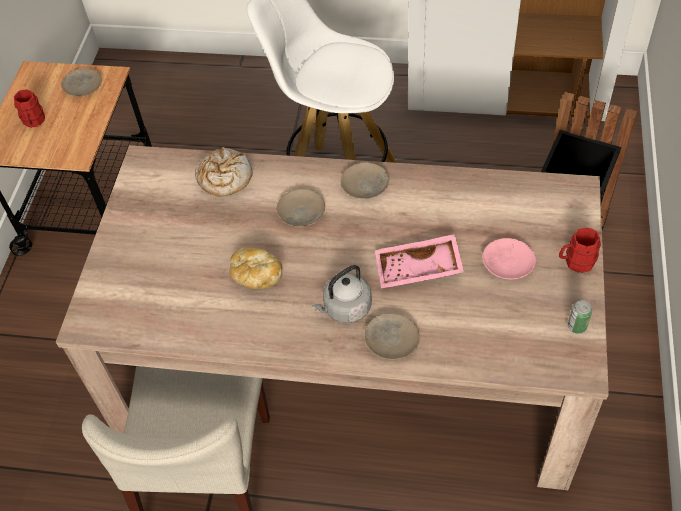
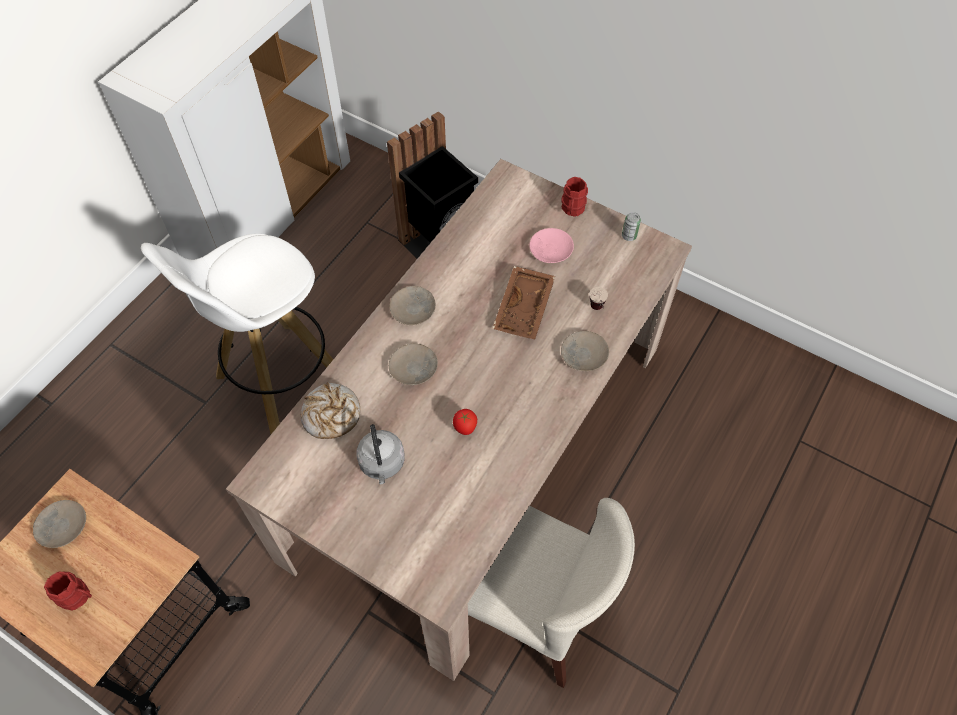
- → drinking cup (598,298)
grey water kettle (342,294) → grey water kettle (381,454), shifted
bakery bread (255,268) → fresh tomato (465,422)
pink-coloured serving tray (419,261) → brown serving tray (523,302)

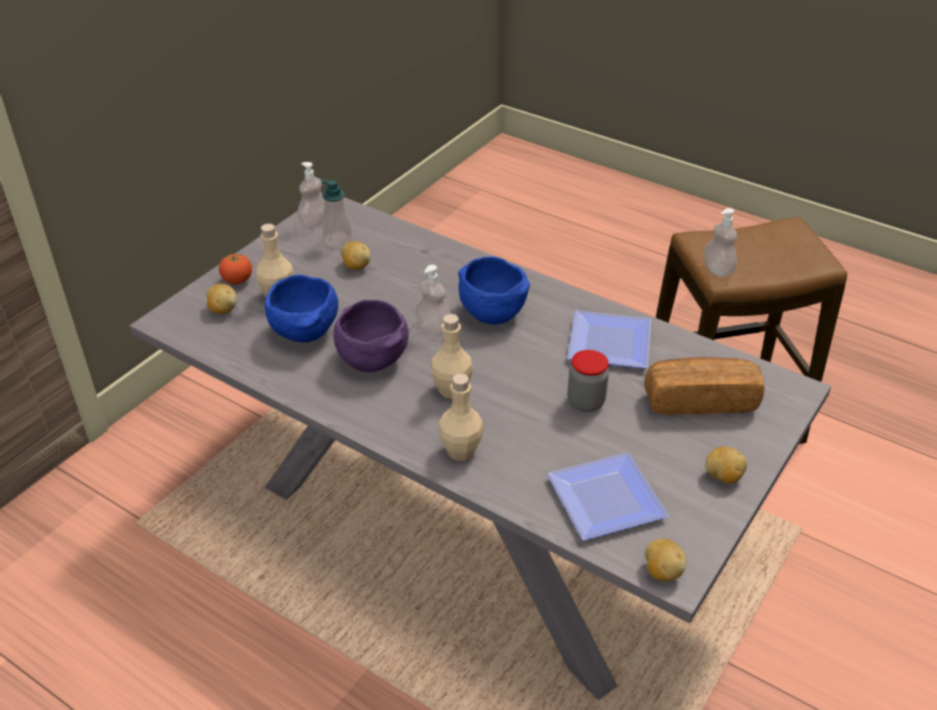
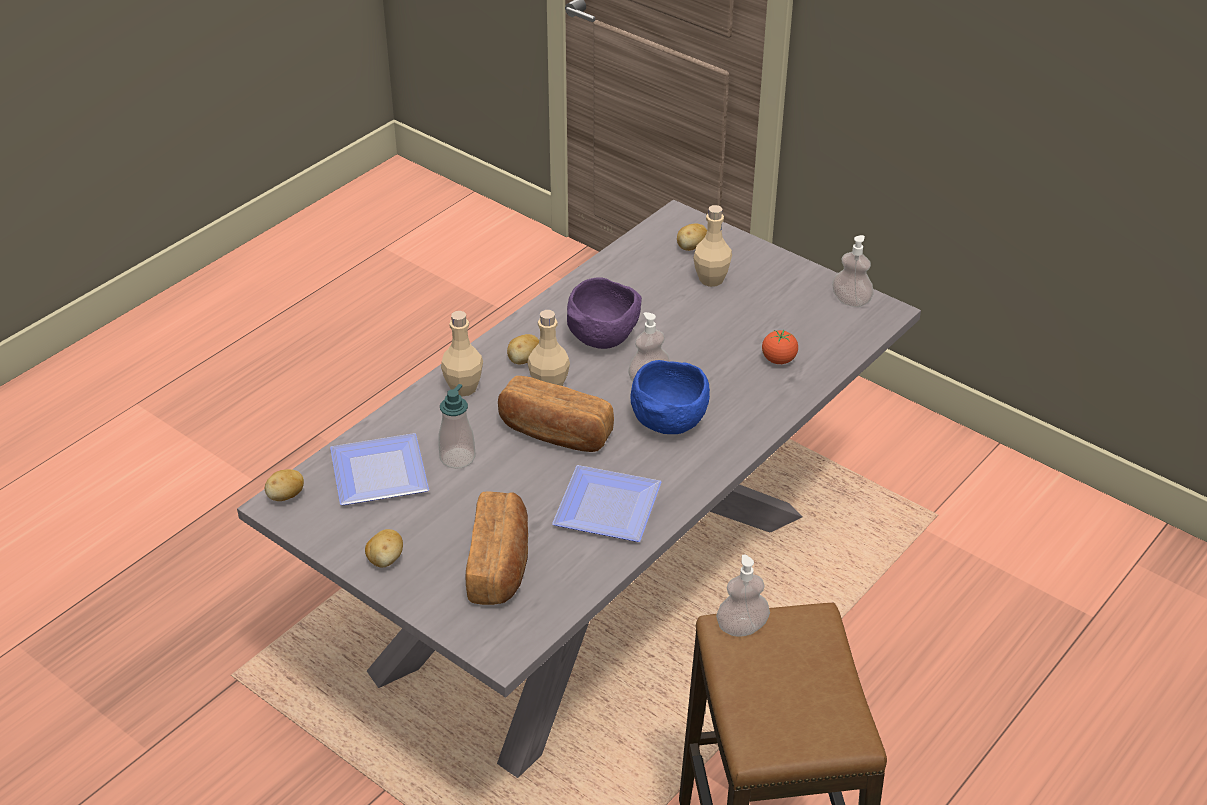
blue-coloured deep dish (301,309) → -
preserve jar (588,381) → -
- → bakery bread (556,414)
fresh tomato (235,269) → fresh tomato (780,347), shifted
soap bottle (337,214) → soap bottle (457,426), shifted
potato (356,255) → potato (523,349), shifted

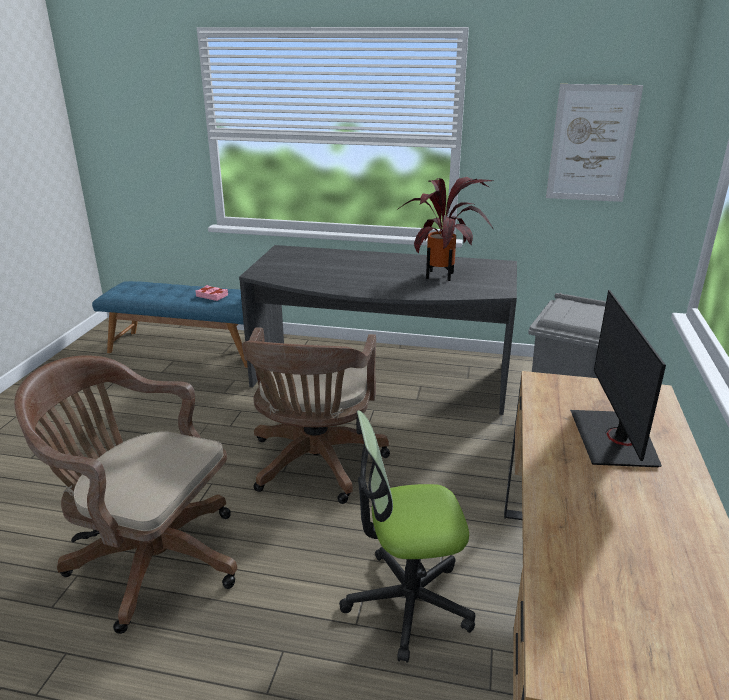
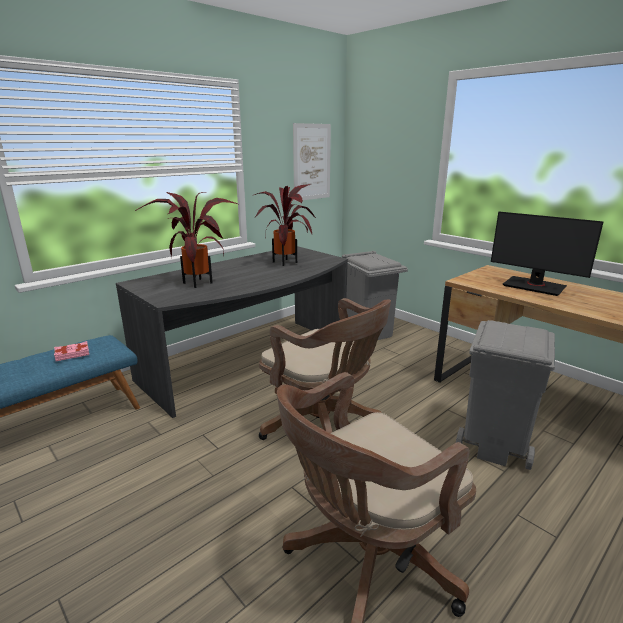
- → houseplant (186,240)
computer chair (407,537) → grey waste bin (505,395)

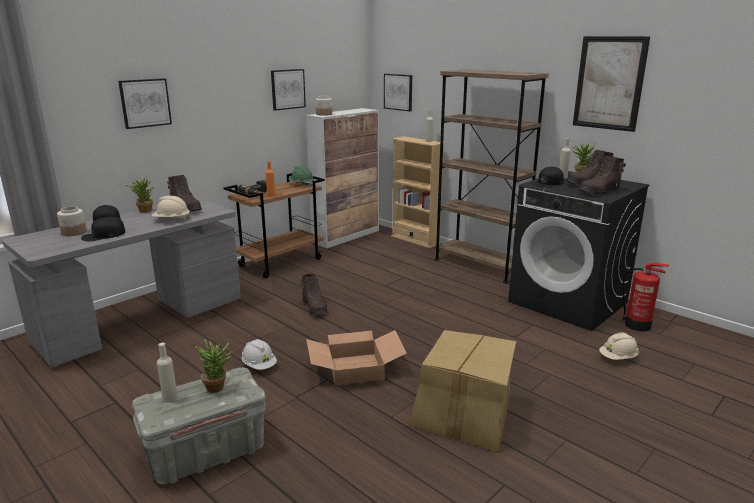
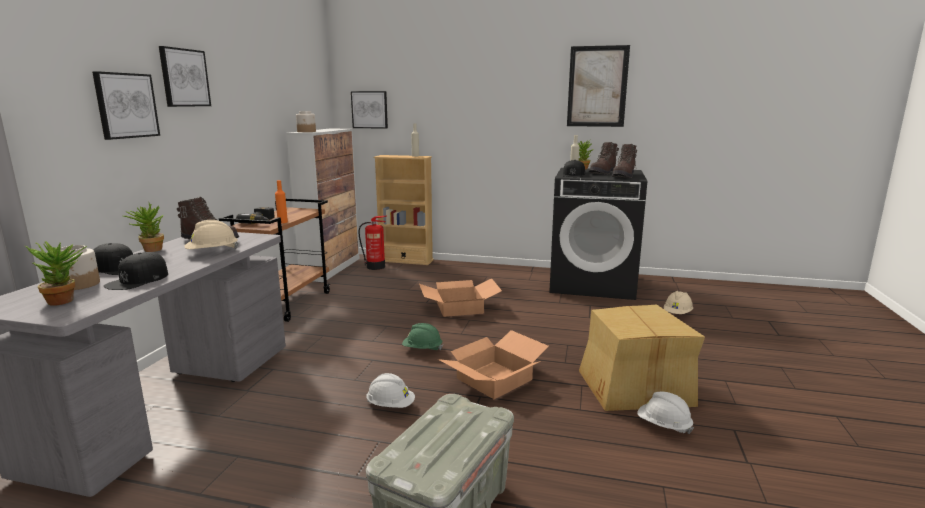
sand-coloured beverage bottle (167,373) → -
brown tall boot (314,295) → -
brown shelving unit (492,176) → -
- → packing box (460,297)
- → white-coloured safety helmet (665,413)
houseplant (215,366) → houseplant (56,273), shifted
picture (288,90) → picture (185,76), shifted
green-coloured safety helmet (301,176) → green-coloured safety helmet (422,336), shifted
fire-fighting cylinder (646,297) → fire-fighting cylinder (372,243), shifted

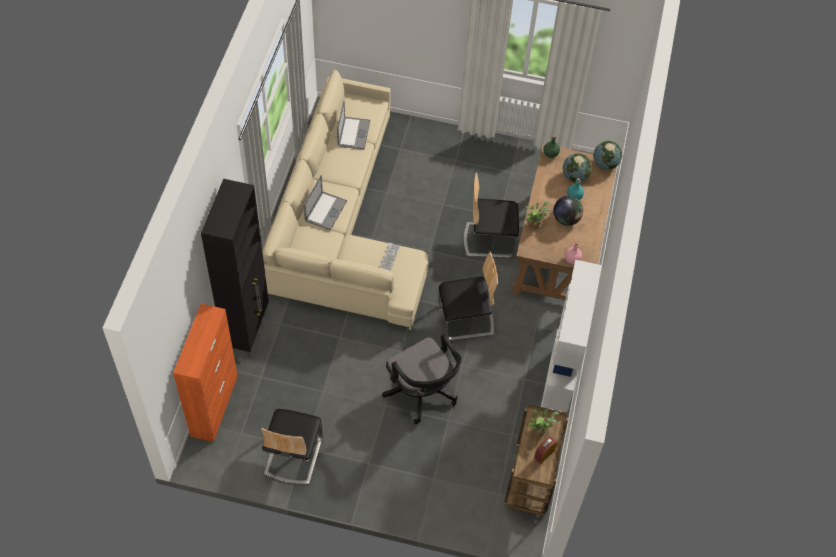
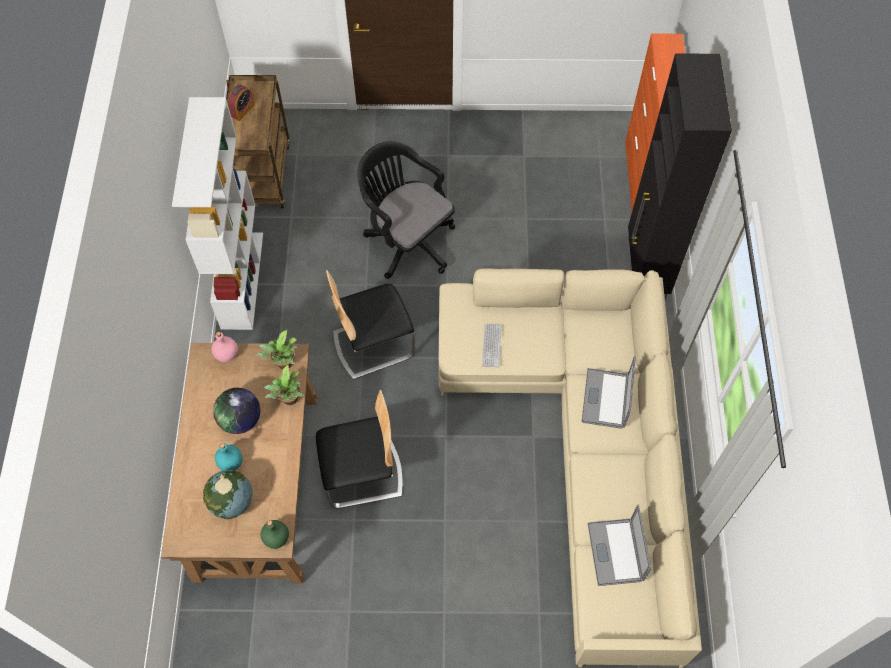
chair (292,446) → -
world globe (607,155) → -
houseplant (544,422) → houseplant (276,349), shifted

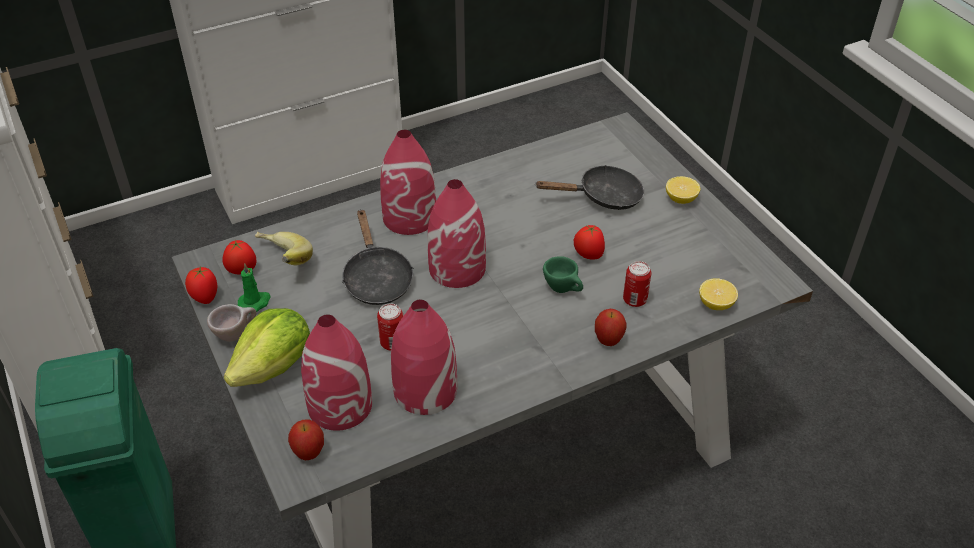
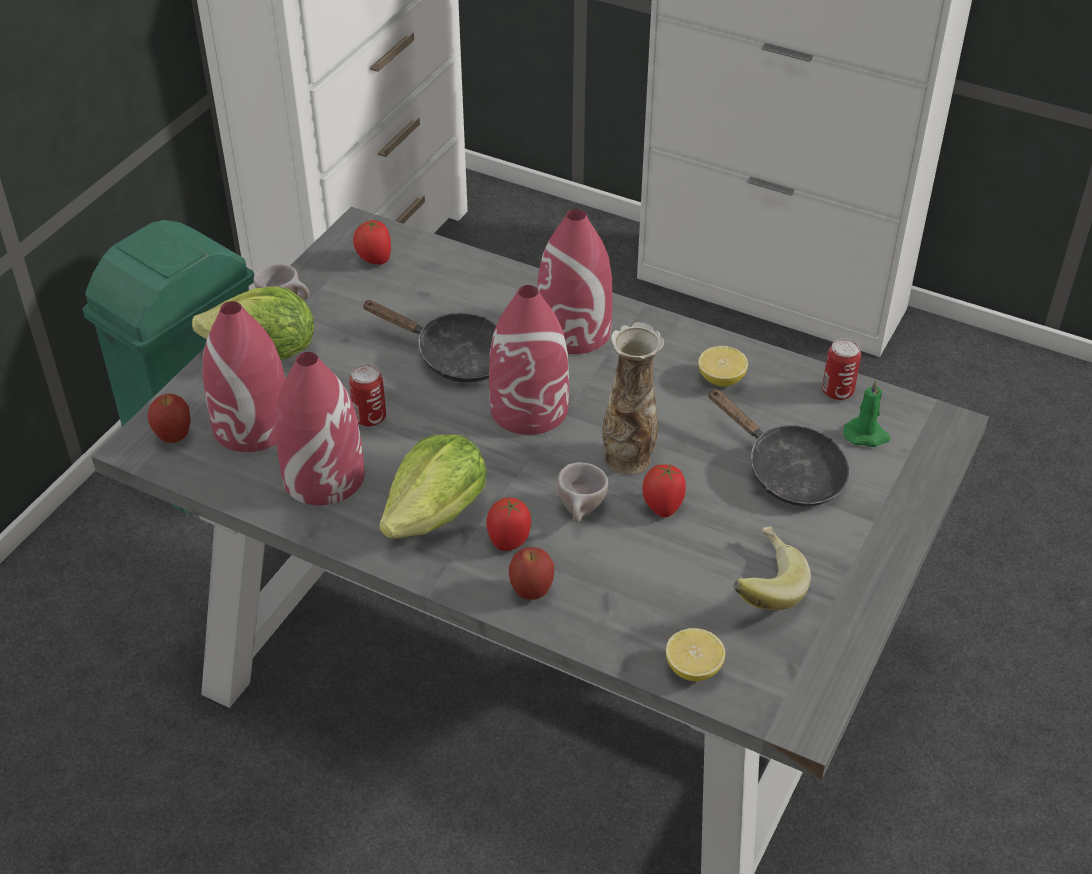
- → head of lettuce (433,486)
- → vase (633,398)
fresh tomato (201,285) → fresh tomato (508,524), shifted
green-coloured wax candle (254,287) → green-coloured wax candle (867,413), shifted
banana (284,248) → banana (772,568), shifted
metal can (637,284) → metal can (841,369), shifted
citrus fruit (683,190) → citrus fruit (723,366), shifted
green-coloured drinking cup (563,274) → sand-coloured drinking cup (582,492)
blackish pan (378,257) → blackish pan (429,341), 105 degrees counterclockwise

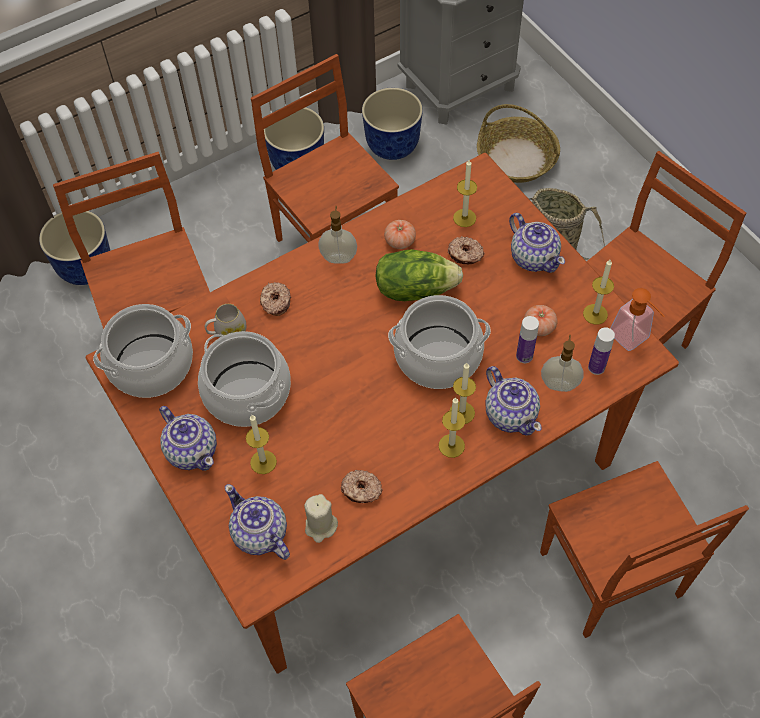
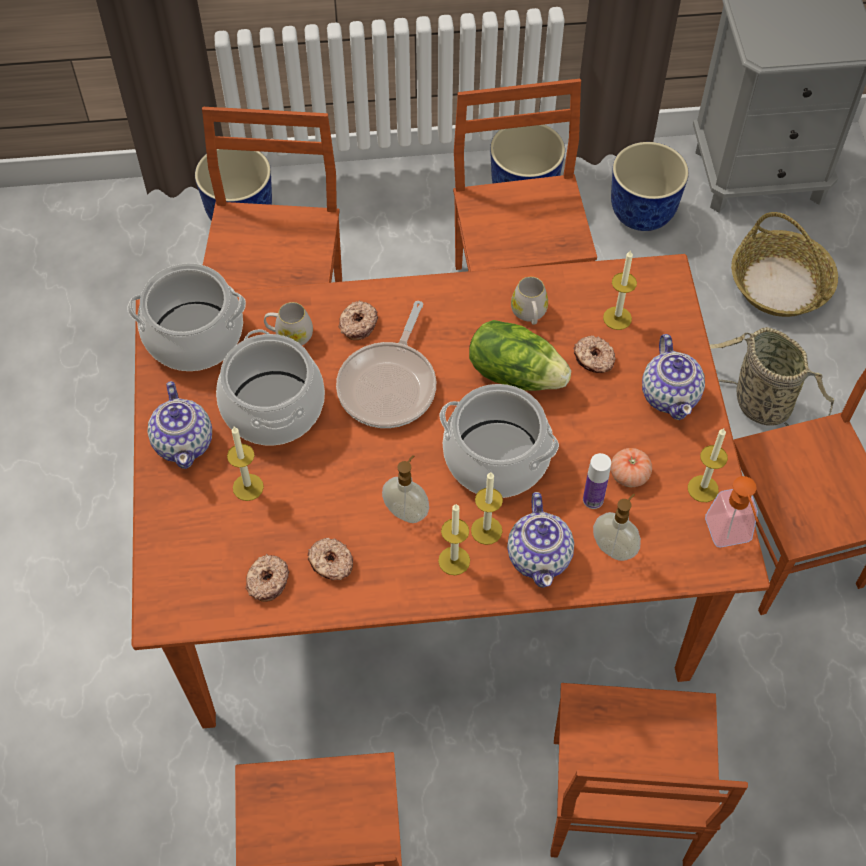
pot for tea (257,522) → -
beverage bottle (601,351) → -
- → pan (386,364)
soap bottle (337,235) → soap bottle (405,489), shifted
sand-coloured wax candle (321,518) → donut (267,578)
fresh tomato (400,234) → white-coloured tea mug (529,301)

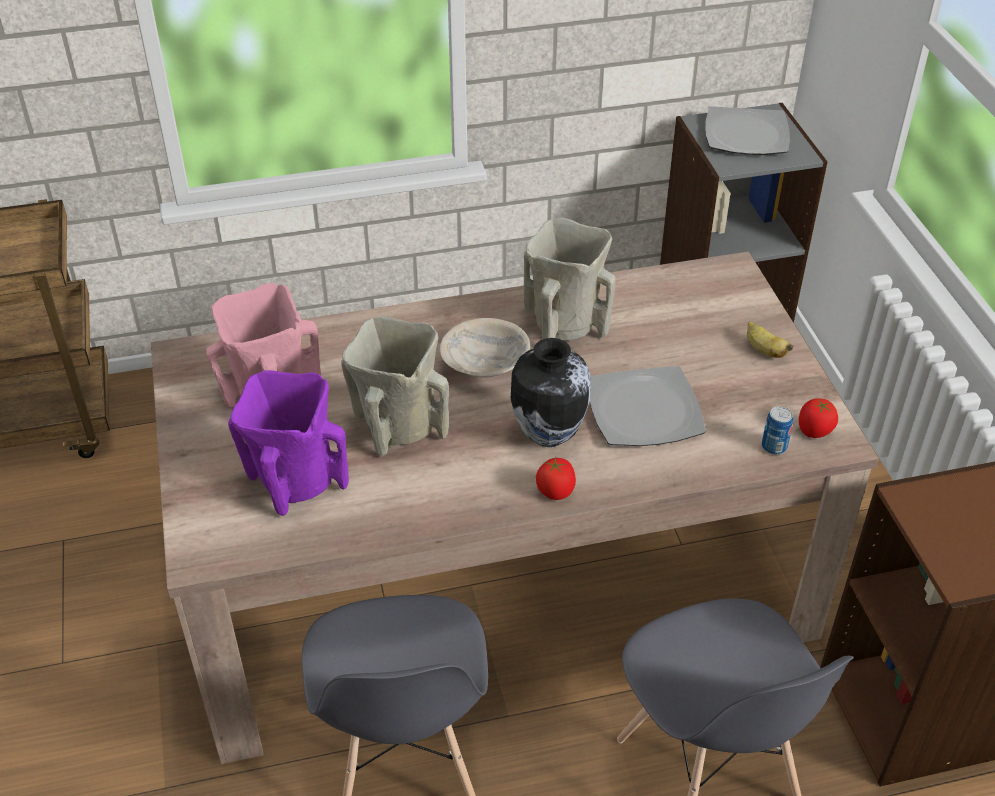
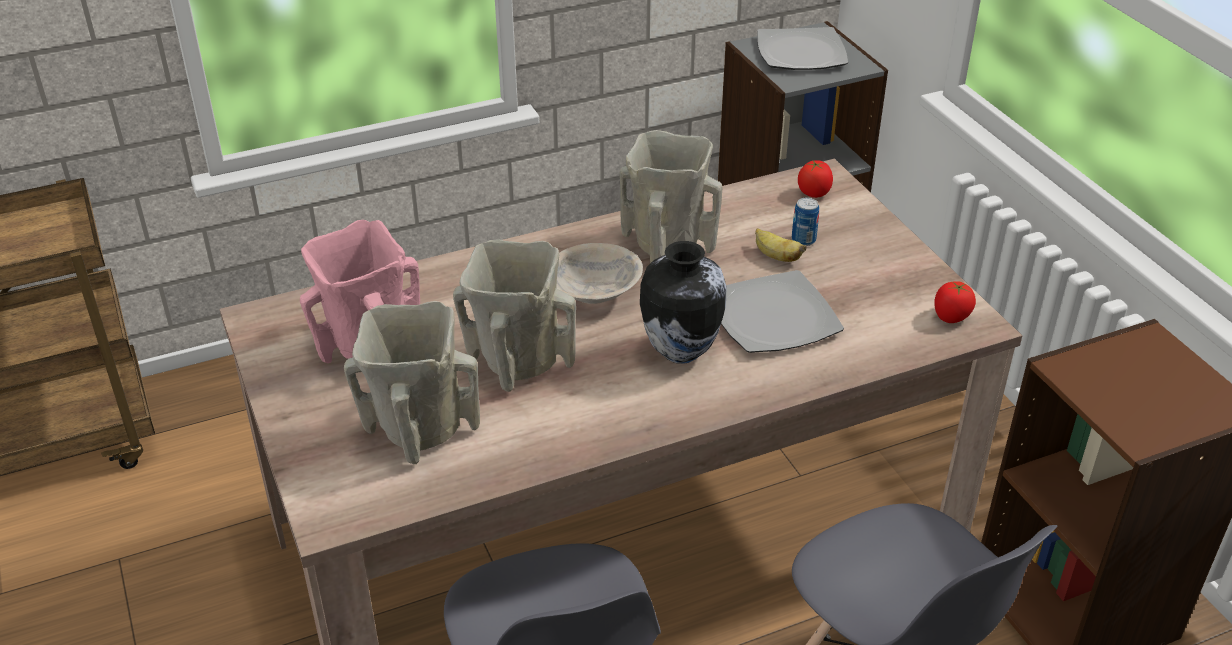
fresh tomato (556,479) → fresh tomato (815,179), shifted
banana (770,339) → banana (781,245), shifted
metal can (777,430) → metal can (805,221), shifted
purplish vase (288,443) → sand-coloured vase (412,382)

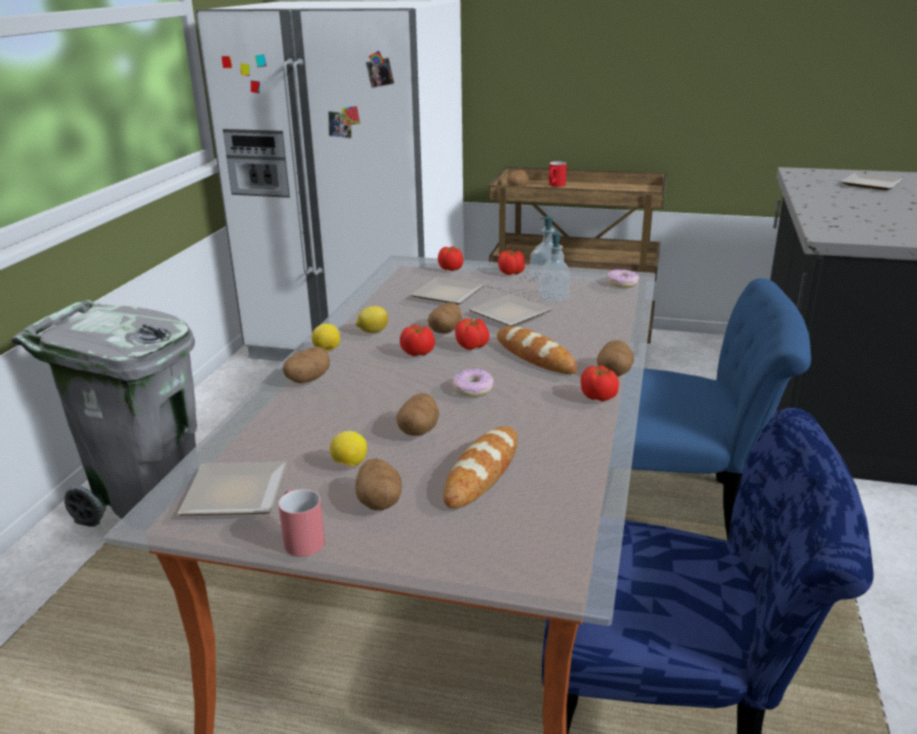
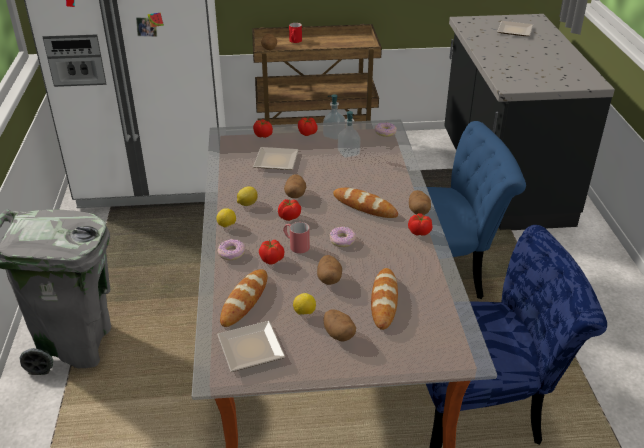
flat dish (510,310) → -
- → bakery bread (243,298)
reddish tea mug (301,523) → reddish tea mug (296,238), shifted
fresh tomato (472,334) → fresh tomato (271,252), shifted
potato (306,365) → donut (232,249)

